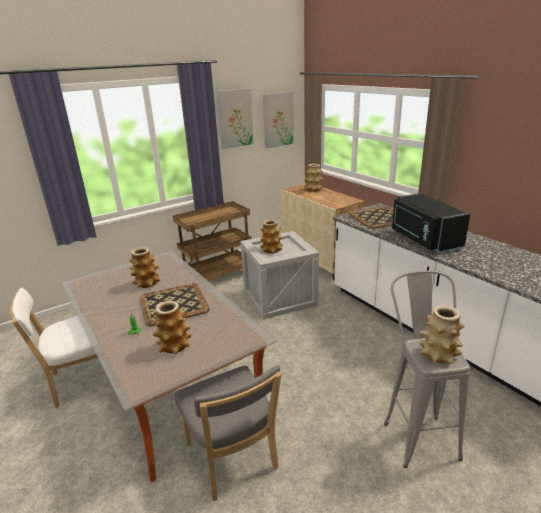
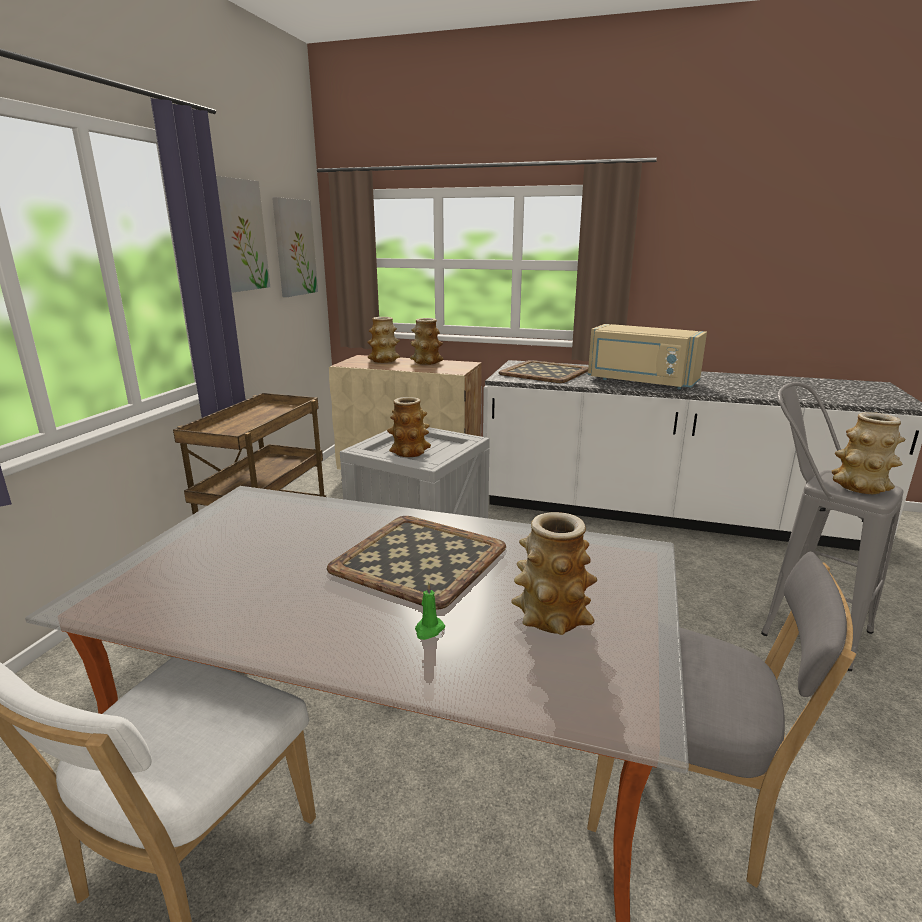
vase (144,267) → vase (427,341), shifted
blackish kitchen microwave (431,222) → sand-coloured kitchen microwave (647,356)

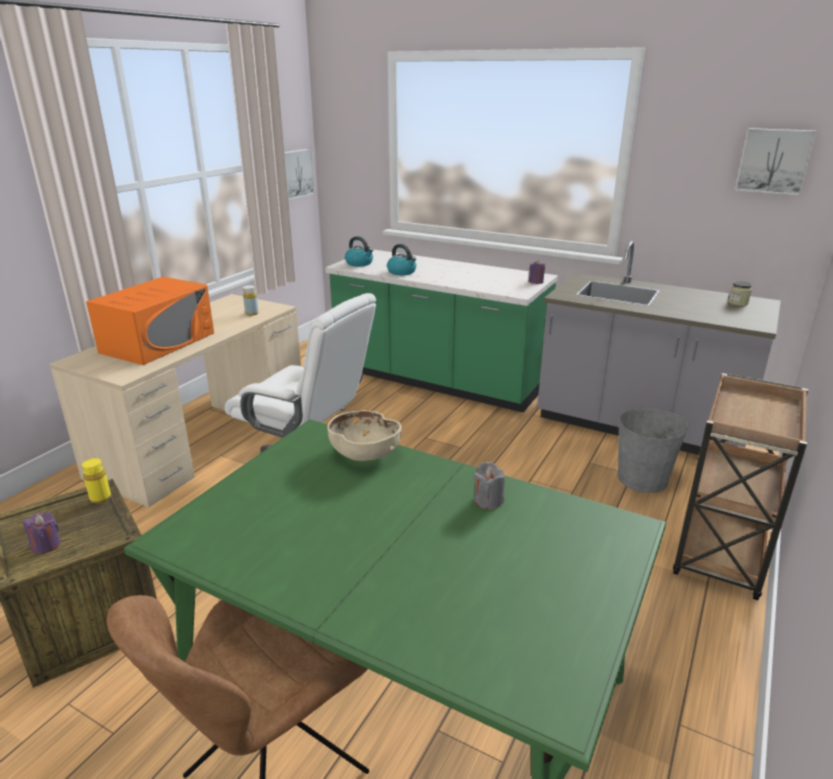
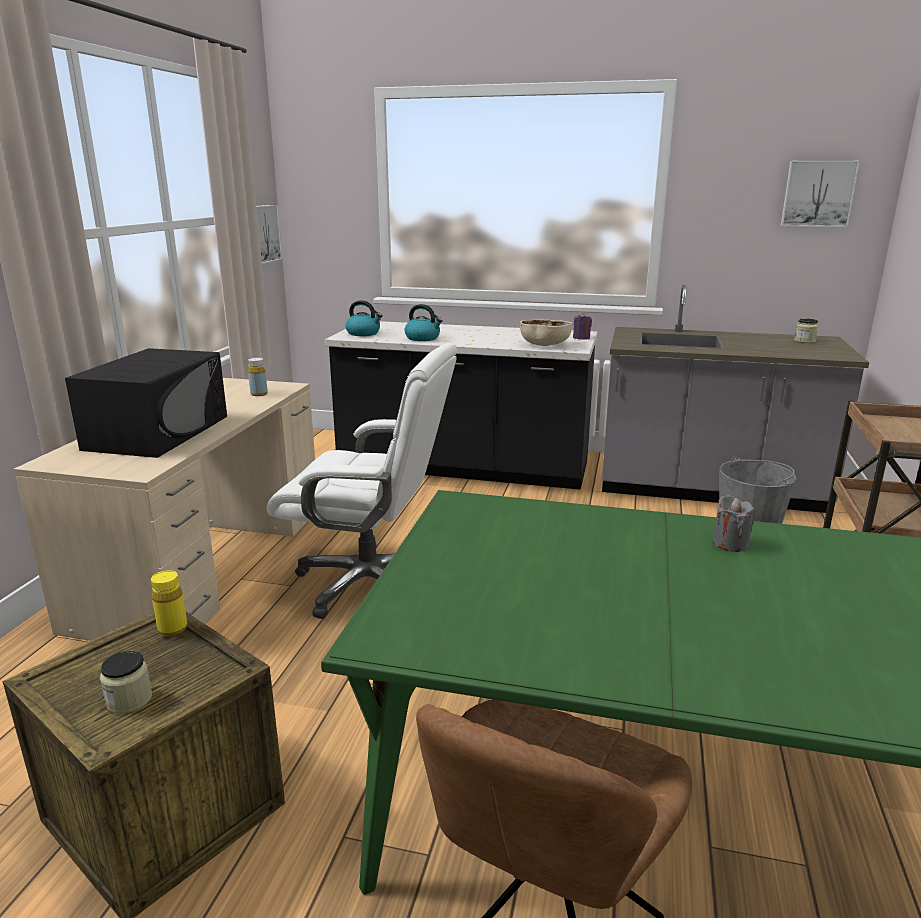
sand-coloured deep dish (364,435) → sand-coloured deep dish (546,333), shifted
purplish wax candle (42,533) → preserve jar (126,682)
orangey kitchen microwave (150,321) → blackish kitchen microwave (146,403)
green-coloured counter (441,331) → blackish counter (461,405)

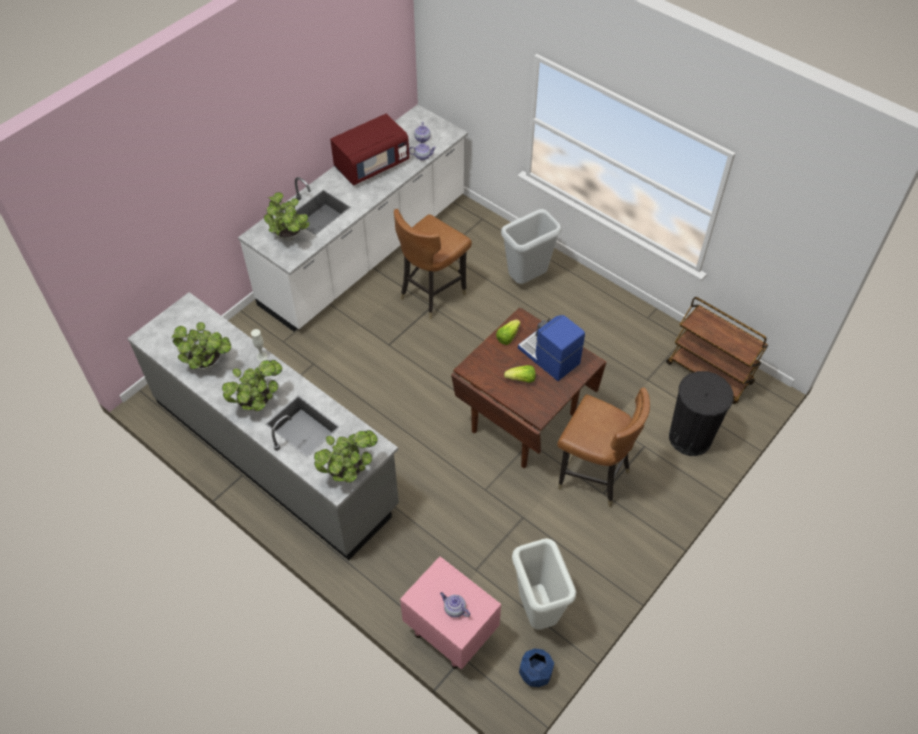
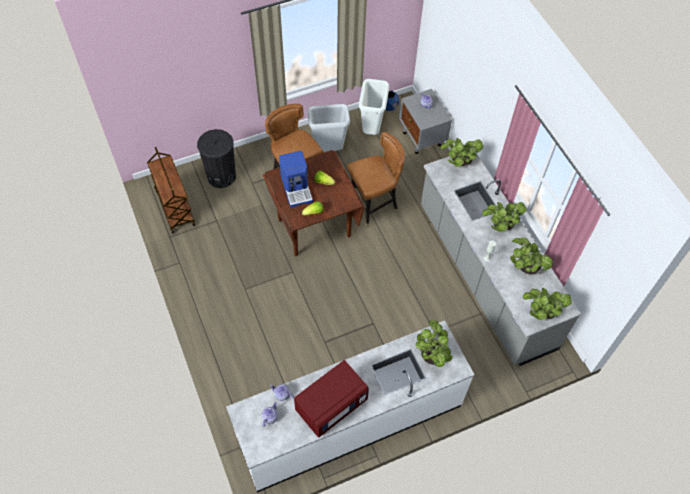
- → houseplant (547,304)
brown chair (433,264) → brown chair (376,179), shifted
grey waste bin (531,246) → grey waste bin (329,128), shifted
pink-coloured nightstand (450,613) → grey nightstand (425,121)
reddish kitchen microwave (369,149) → reddish kitchen microwave (331,398), 150 degrees clockwise

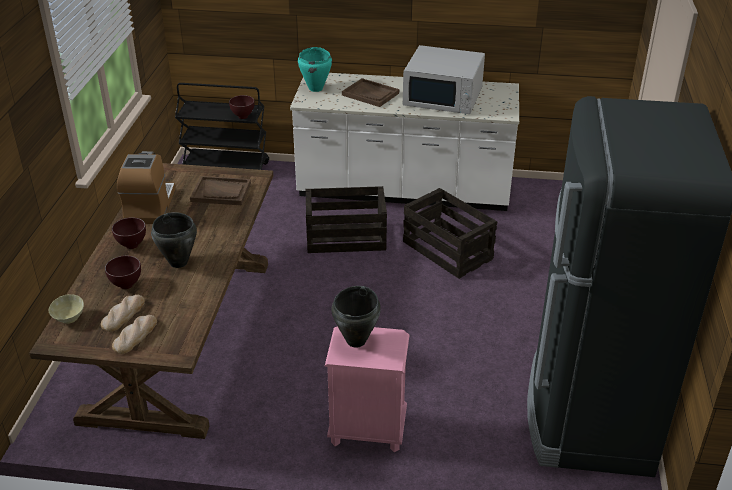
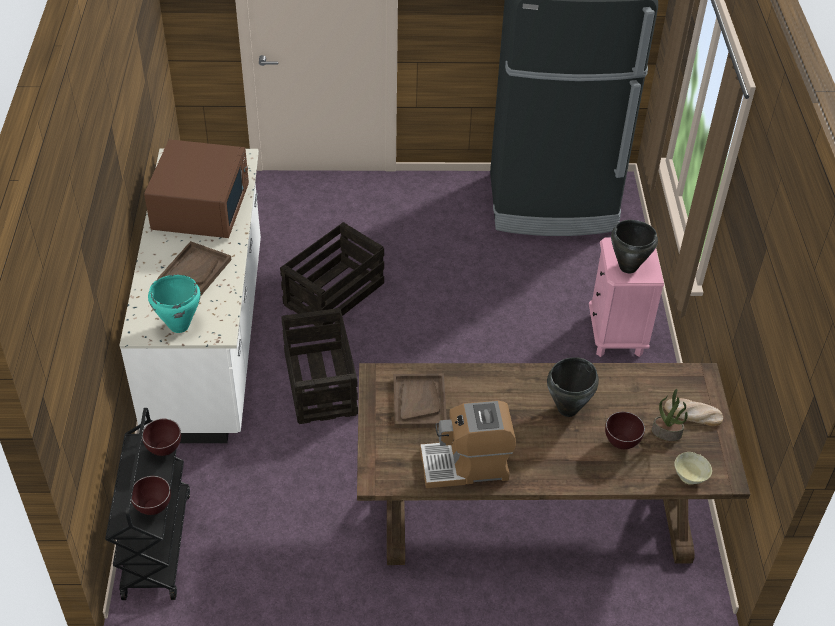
brown deep dish (129,233) → brown deep dish (151,495), shifted
bakery bread (123,313) → houseplant (670,415)
white-coloured kitchen microwave (444,79) → brown kitchen microwave (196,188)

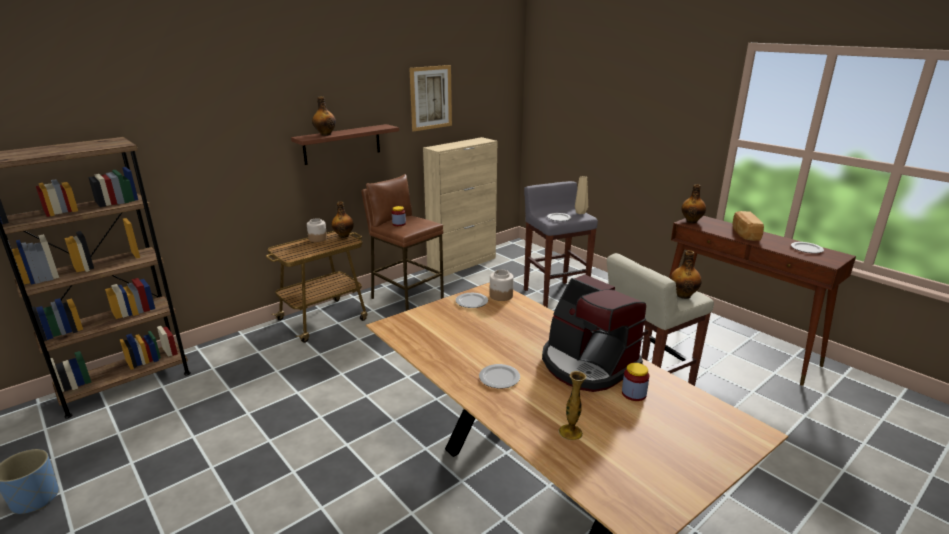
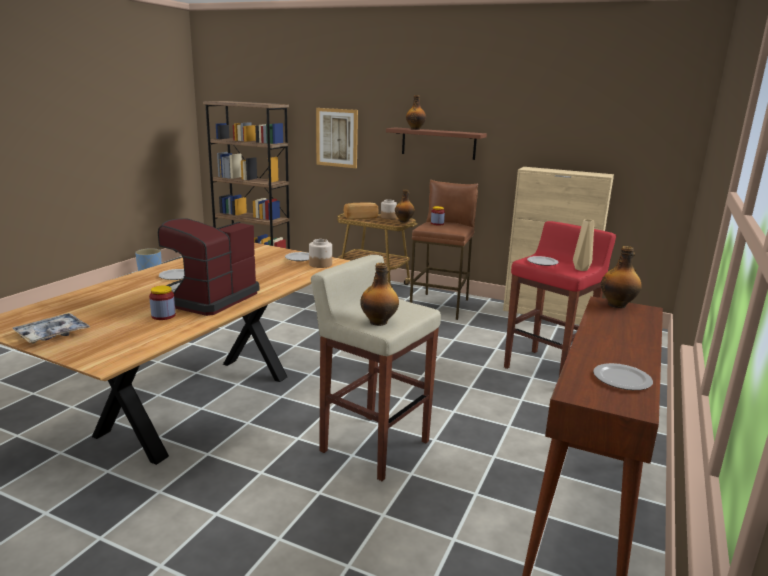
vase (572,405) → -
- → serving tray (51,328)
picture (430,98) → picture (337,138), shifted
bakery bread (748,226) → bakery bread (361,211), shifted
grey sitting stool (561,244) → reddish sitting stool (560,298)

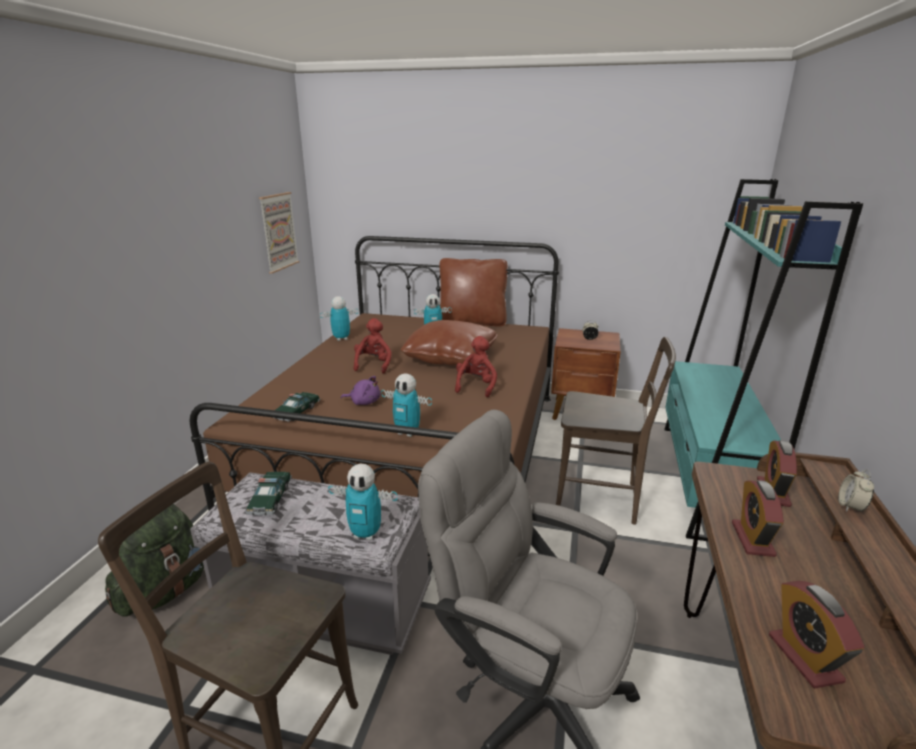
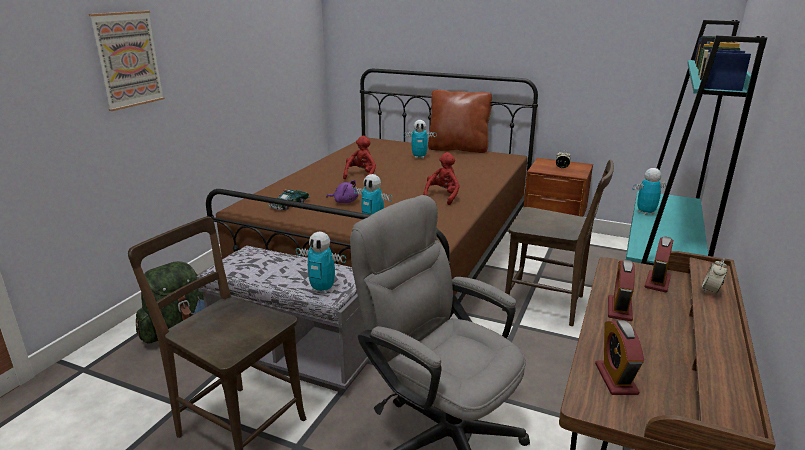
toy car (268,494) → -
brown throw pillow (449,343) → -
picture (279,233) → picture (127,61), shifted
model robot (339,318) → model robot (649,191), shifted

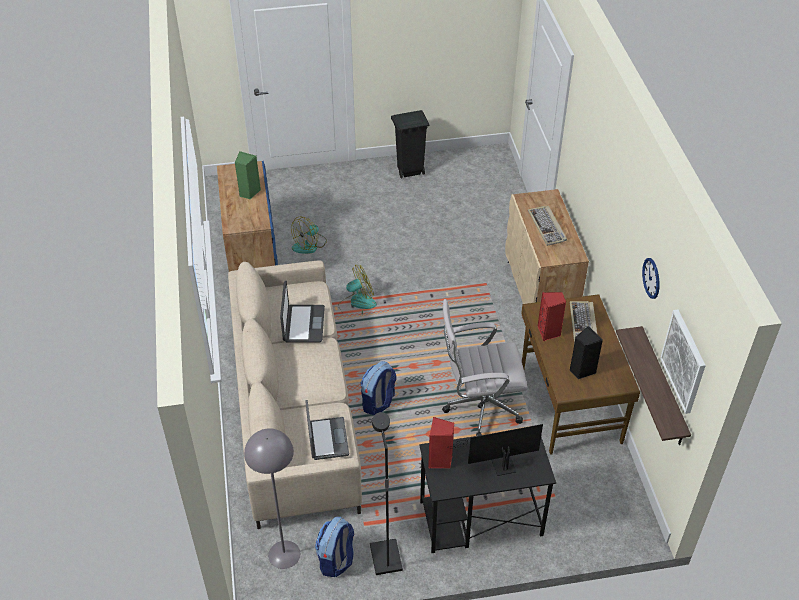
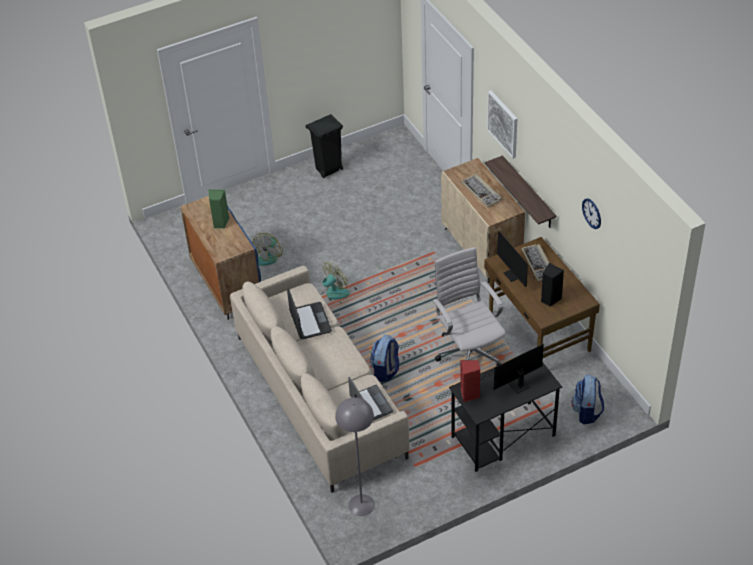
blackish standard lamp (386,493) → -
backpack (334,547) → backpack (587,399), shifted
wall shelf (653,385) → wall shelf (520,191), shifted
picture (683,362) → picture (502,124), shifted
reddish audio speaker (551,316) → monitor (517,259)
white-coloured computer chair (485,367) → white-coloured computer chair (469,306), 90 degrees clockwise

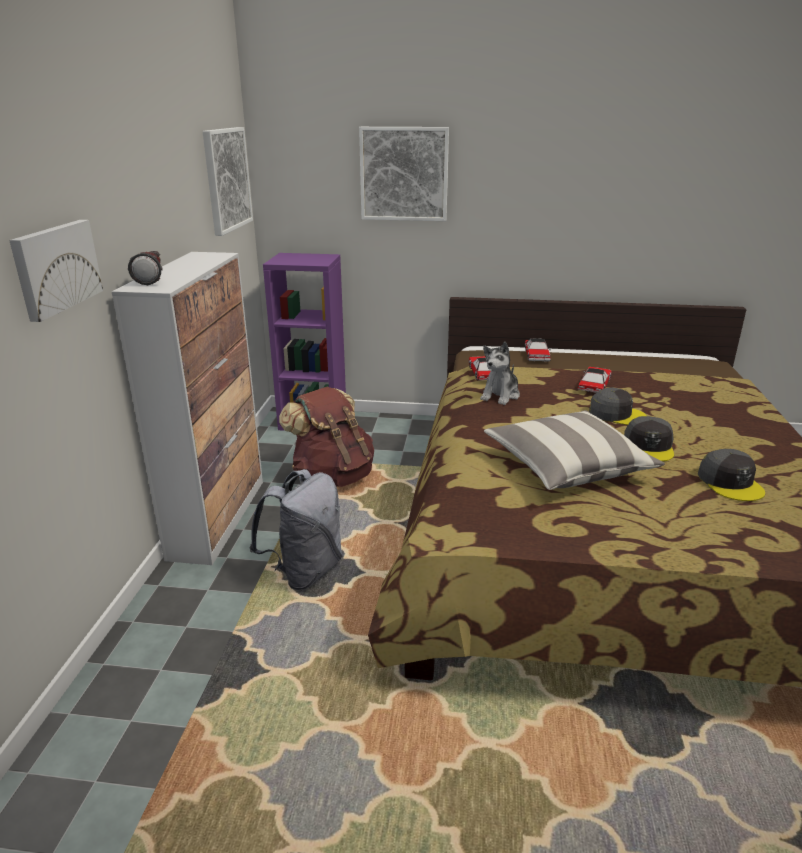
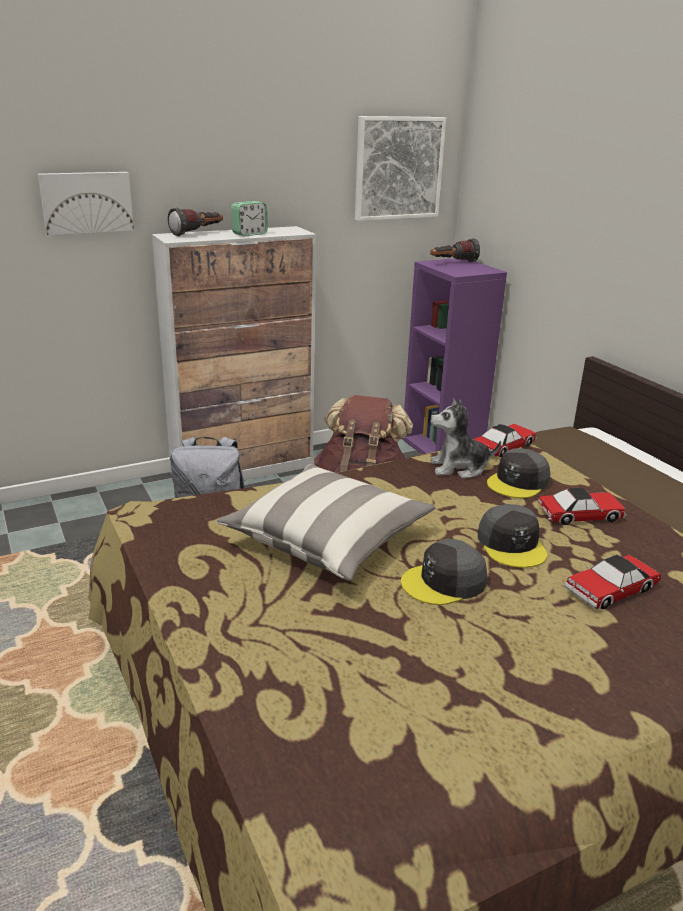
picture (404,174) → -
- → bedside clock (249,218)
- → torch (455,250)
toy car (538,350) → toy car (612,582), shifted
grey cap (731,475) → grey cap (518,473), shifted

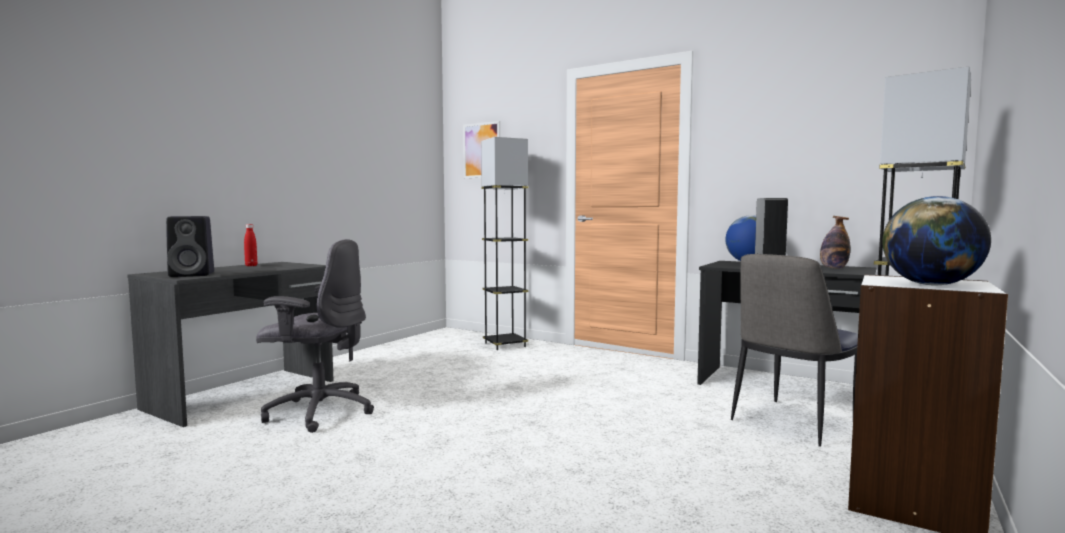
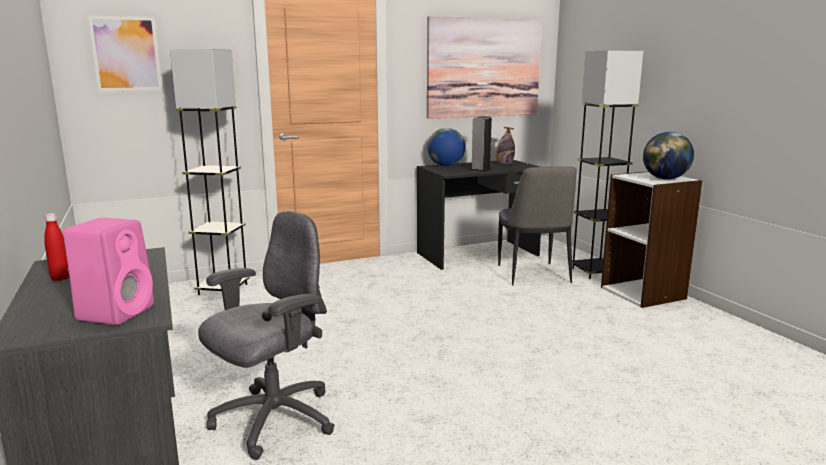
- → picture (484,67)
blackish audio speaker (190,246) → pink-coloured audio speaker (108,271)

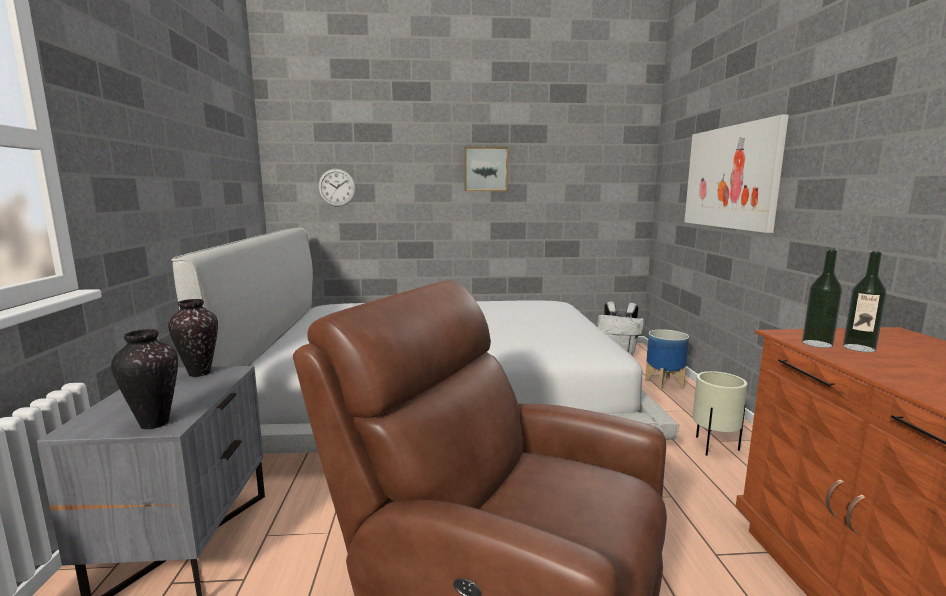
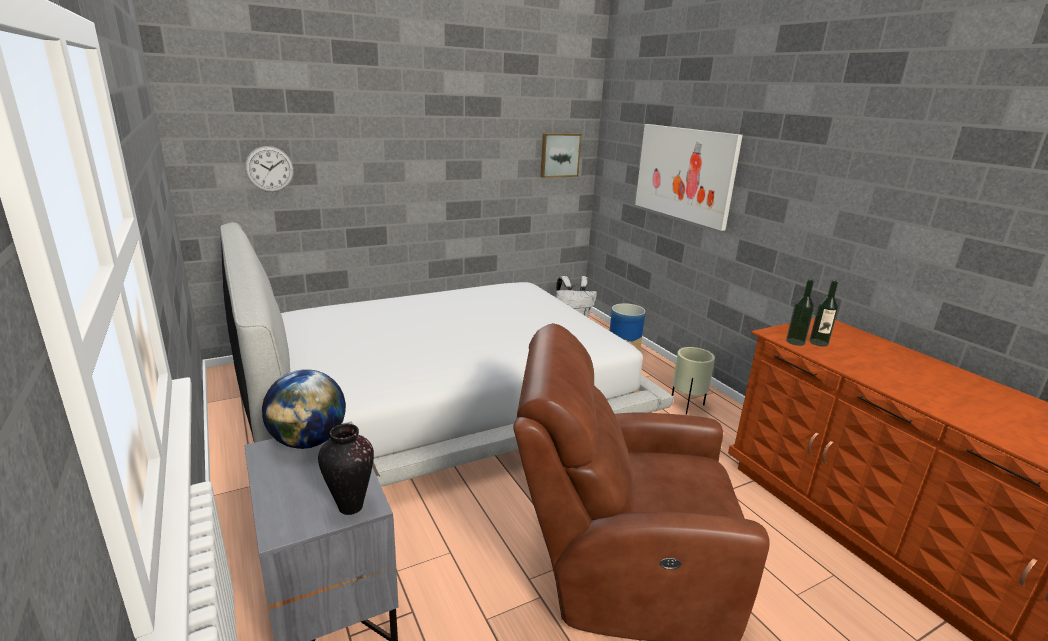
picture (486,169) → picture (561,155), shifted
vase (193,338) → world globe (304,409)

